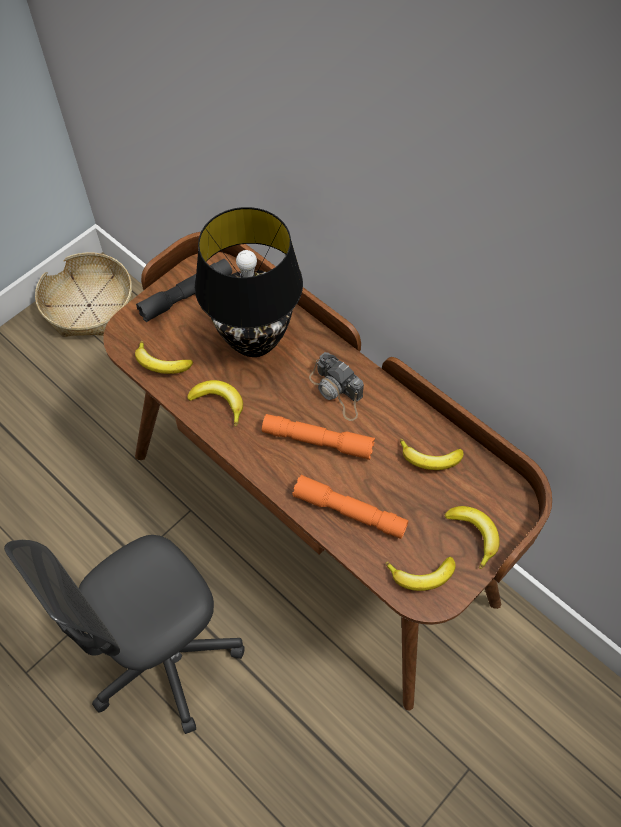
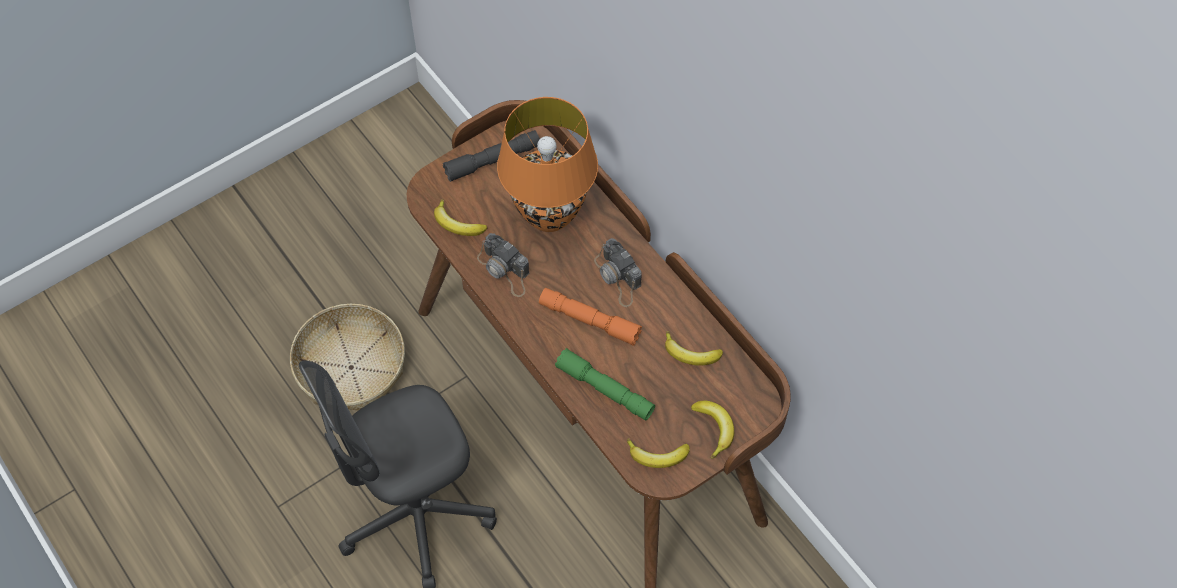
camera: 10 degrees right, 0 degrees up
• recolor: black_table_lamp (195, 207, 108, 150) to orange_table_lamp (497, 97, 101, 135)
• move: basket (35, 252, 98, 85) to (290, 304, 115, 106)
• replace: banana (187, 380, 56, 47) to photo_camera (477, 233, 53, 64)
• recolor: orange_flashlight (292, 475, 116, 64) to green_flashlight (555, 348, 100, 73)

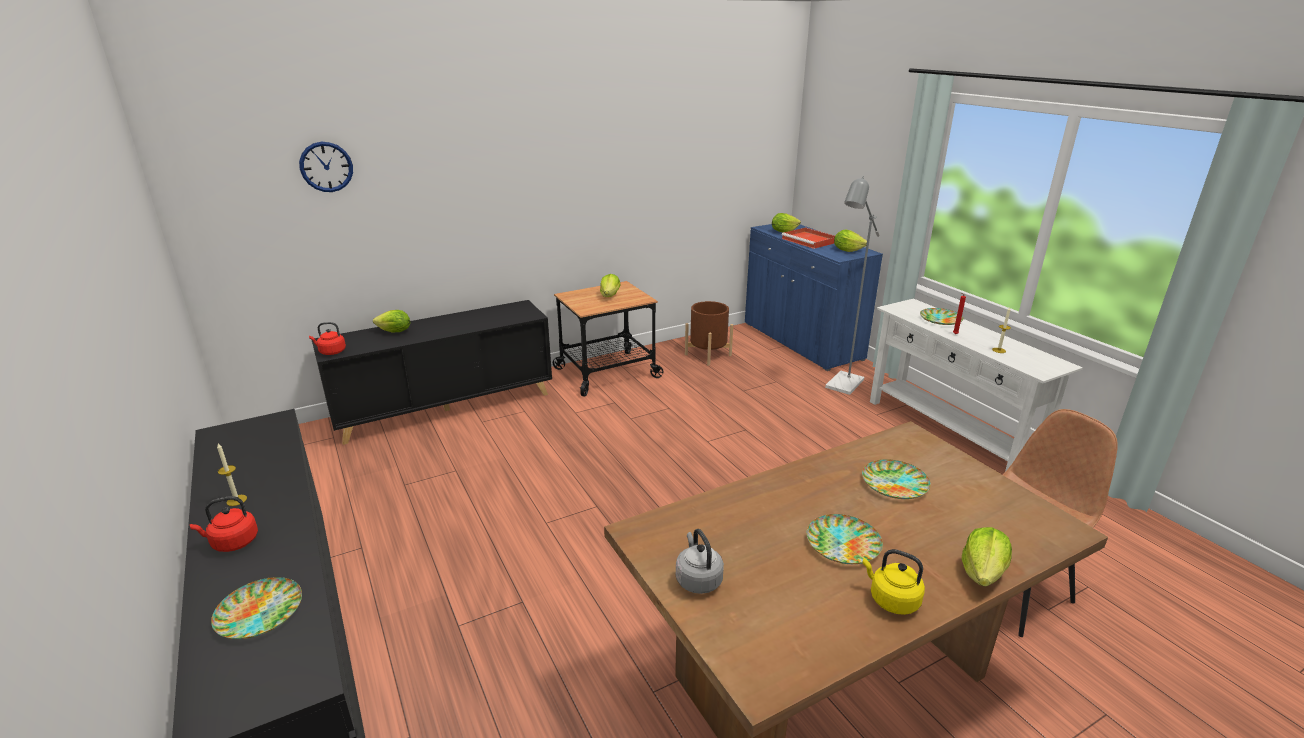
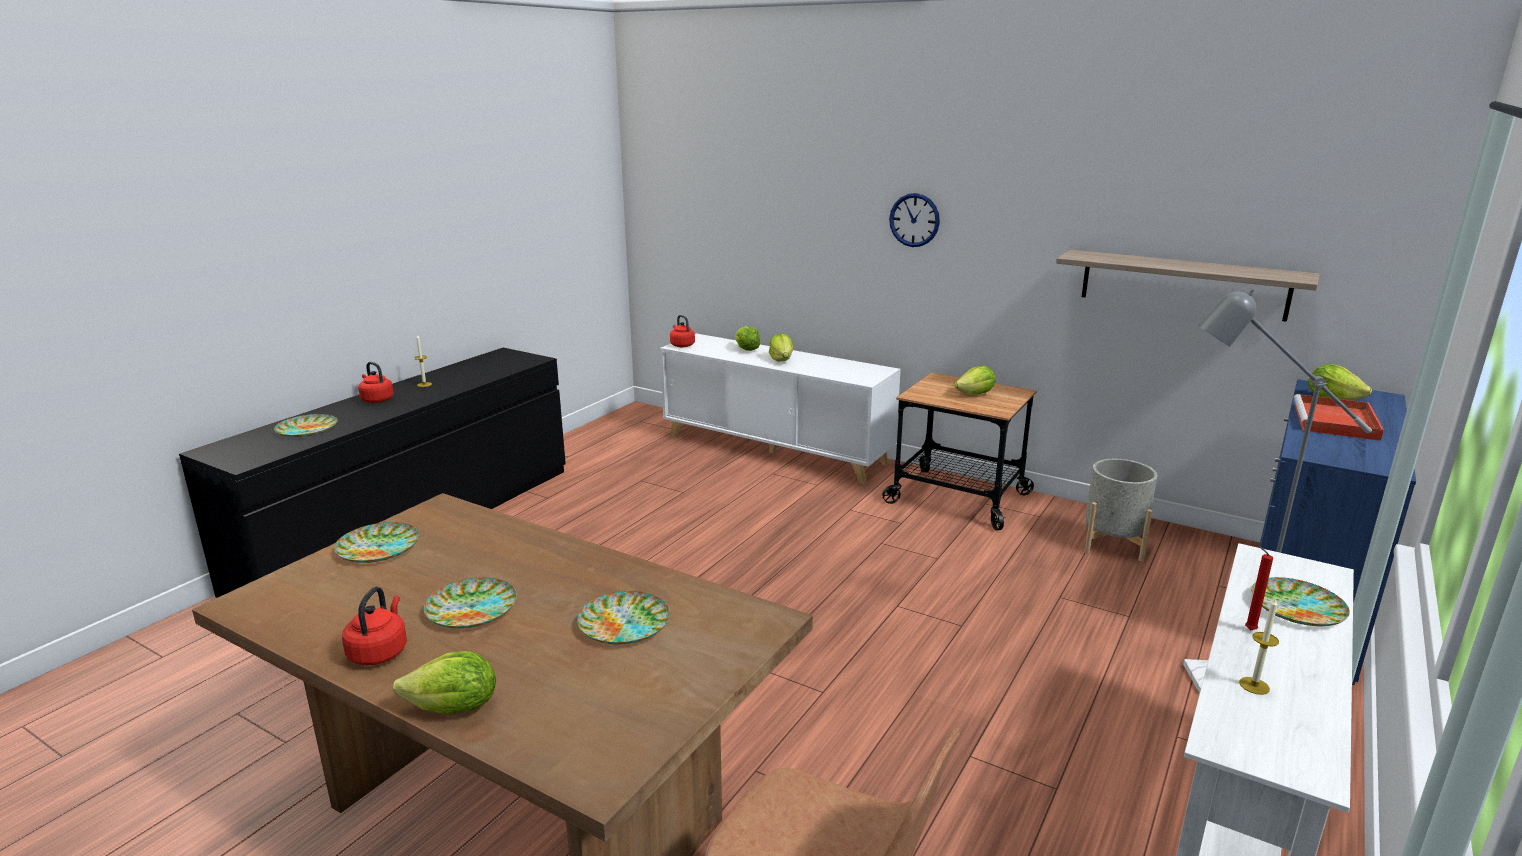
camera: 60 degrees right, 5 degrees down
• move: wall_clock (299, 142, 54, 50) to (889, 193, 51, 54)
• move: lettuce (834, 230, 33, 22) to (769, 333, 24, 29)
• recolor: black_cabinet (311, 300, 241, 145) to white_cabinet (660, 333, 241, 151)
• recolor: brown_planter (685, 301, 48, 65) to grey_planter (1084, 459, 74, 103)
• replace: grey_kettle (676, 529, 48, 65) to plate (334, 522, 85, 41)
• recolor: yellow_kettle (862, 549, 63, 66) to red_kettle (342, 587, 65, 78)
• insert: shelf (1056, 250, 264, 72)

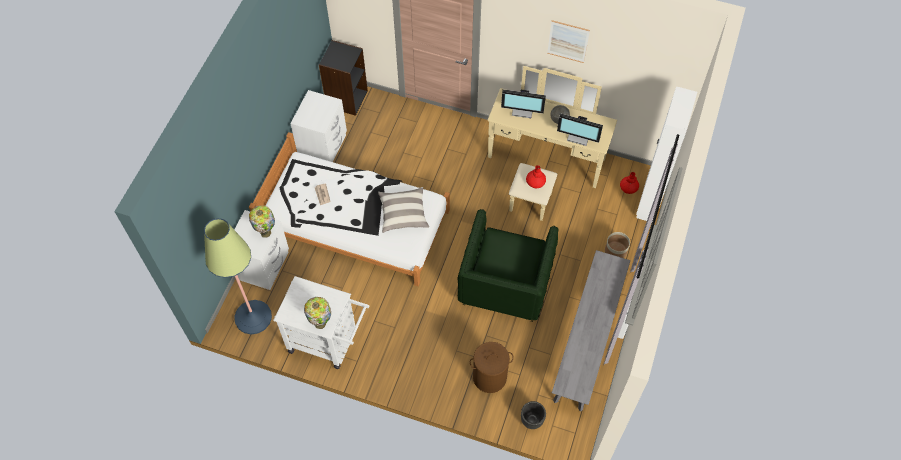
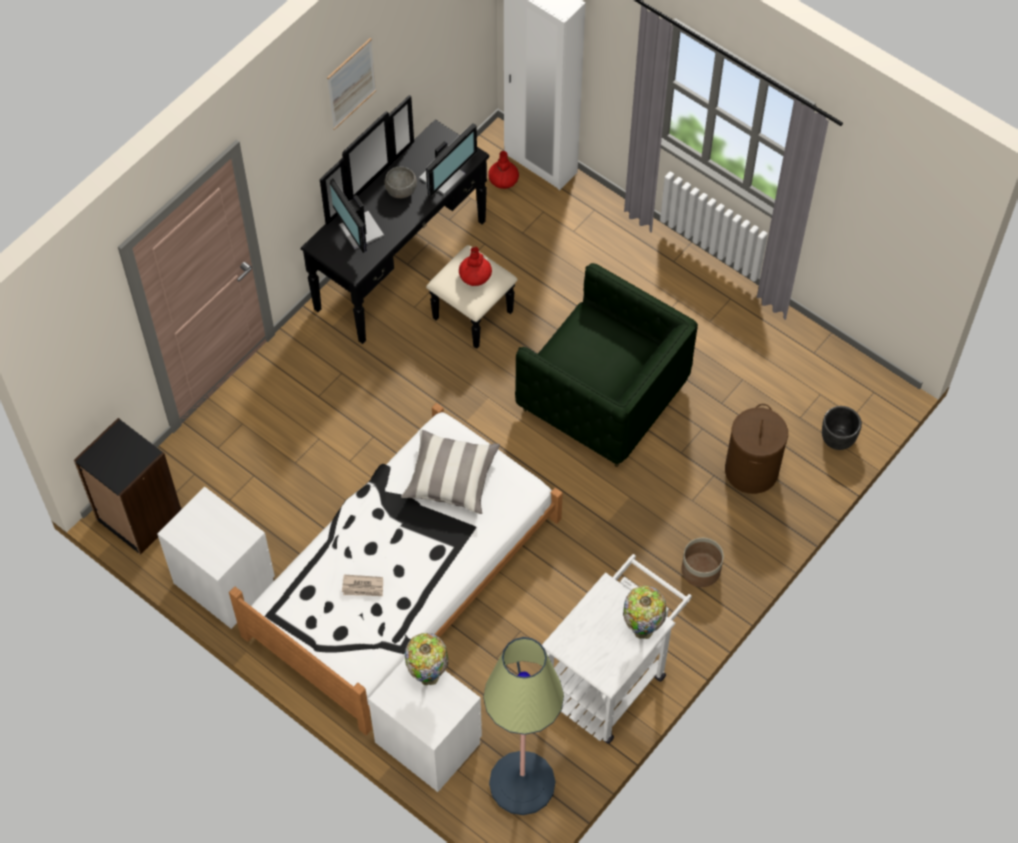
camera: 70 degrees left, 0 degrees up
• recolor: beige_dresser (488, 66, 129, 155) to black_dresser (301, 95, 217, 254)
• rotate: monitor (501, 89, 45, 29) = (330, 178, 54, 75) 120 degrees clockwise
• move: planter (605, 232, 25, 26) to (681, 538, 43, 49)
• delete: grey_bench (552, 250, 78, 162)

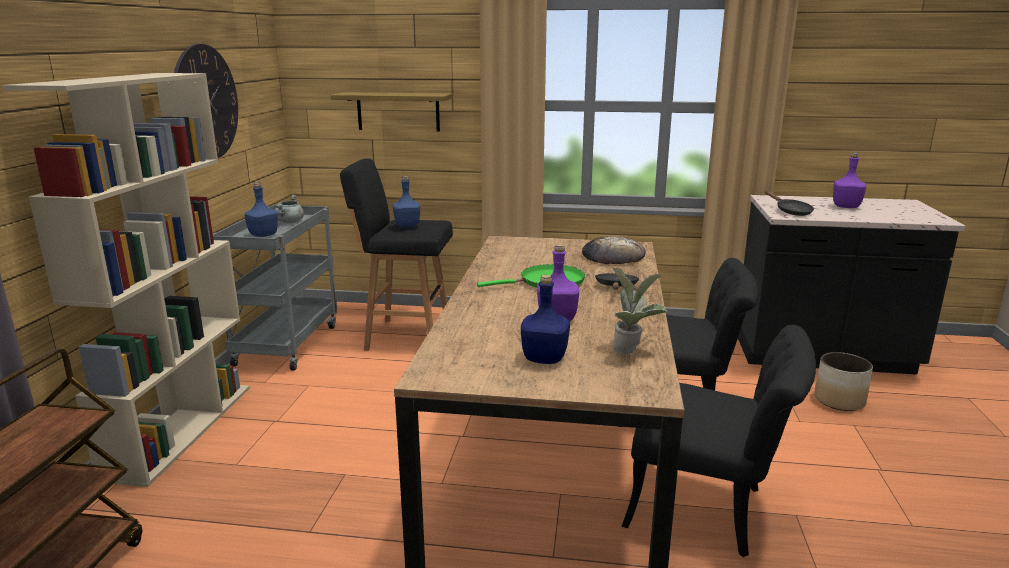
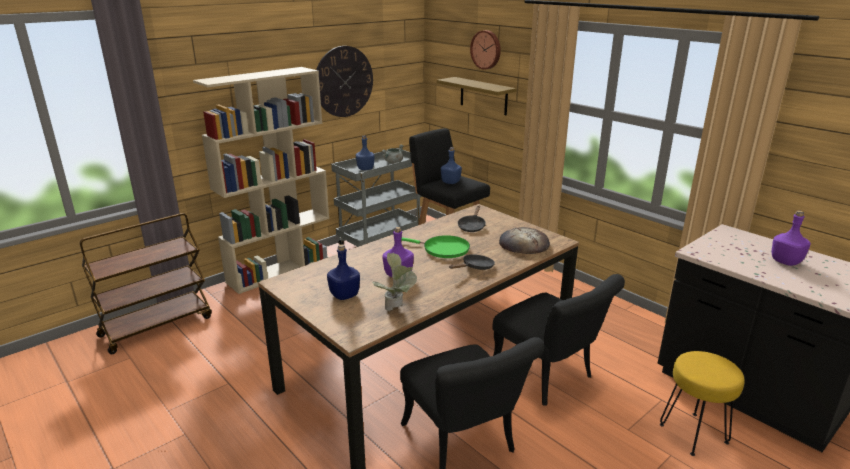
camera: 40 degrees right, 5 degrees up
• move: black_frying_pan (765, 191, 49, 25) to (458, 206, 28, 26)
• replace: planter (814, 352, 59, 59) to yellow_stool (660, 351, 85, 105)
• insert: wall_clock (470, 30, 31, 40)

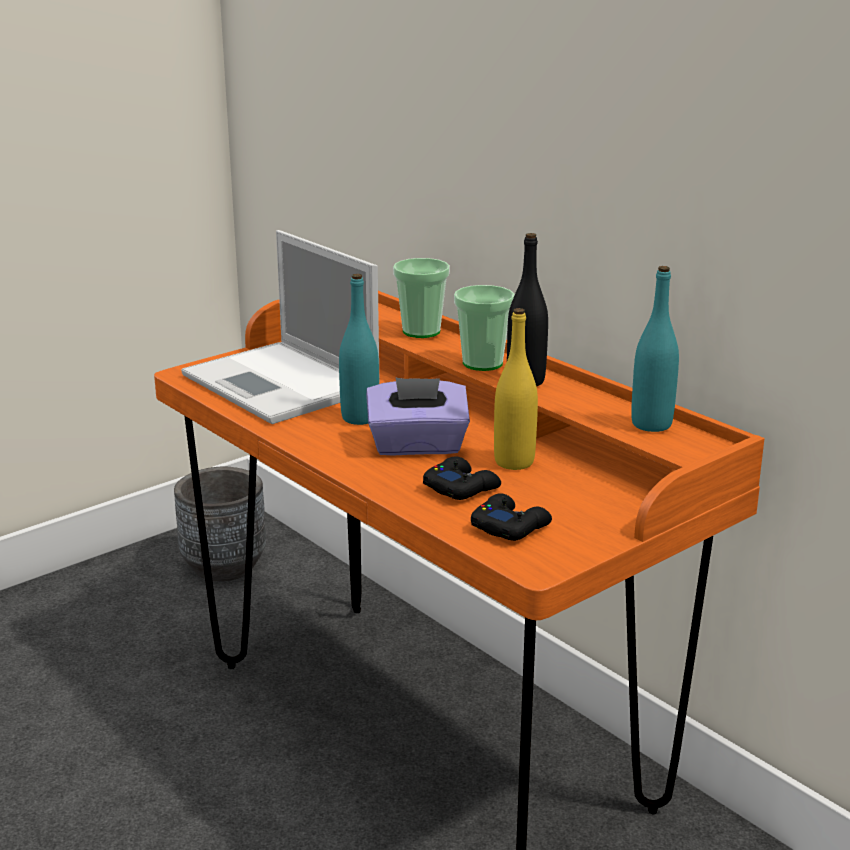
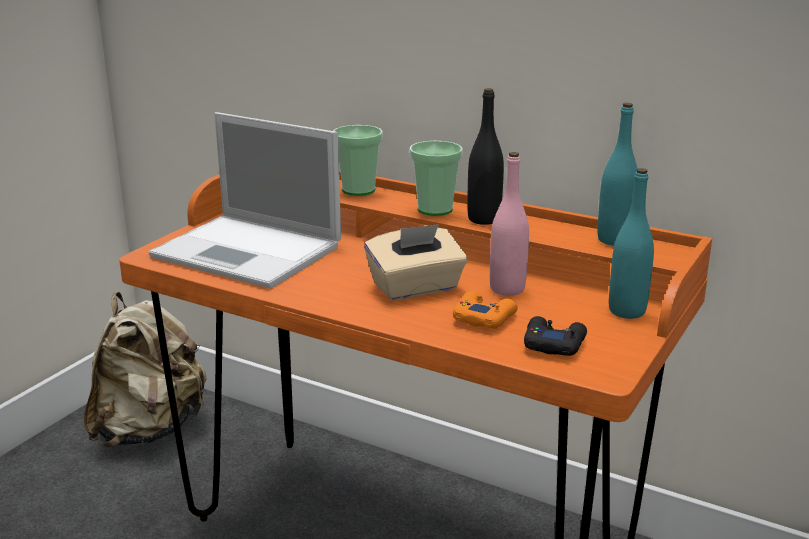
camera: 20 degrees left, 0 degrees up
• move: turquoise_bottle (339, 274, 40, 151) to (609, 168, 45, 151)
• recolor: yellow_bottle (494, 308, 44, 162) to pink_bottle (490, 152, 39, 144)
• recolor: purple_tissue_box (366, 378, 104, 78) to beige_tissue_box (364, 224, 103, 77)
• recolor: black_game_controller (423, 457, 78, 43) to orange_game_controller (453, 291, 65, 38)
• replace: grey_planter (174, 467, 92, 114) to beige_backpack (84, 292, 122, 155)

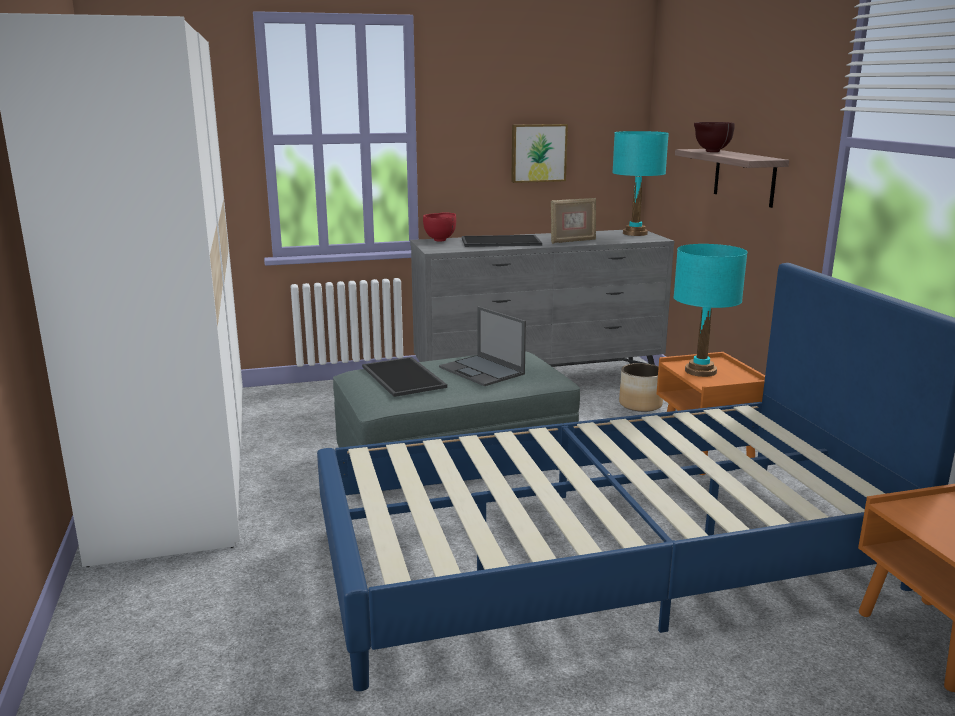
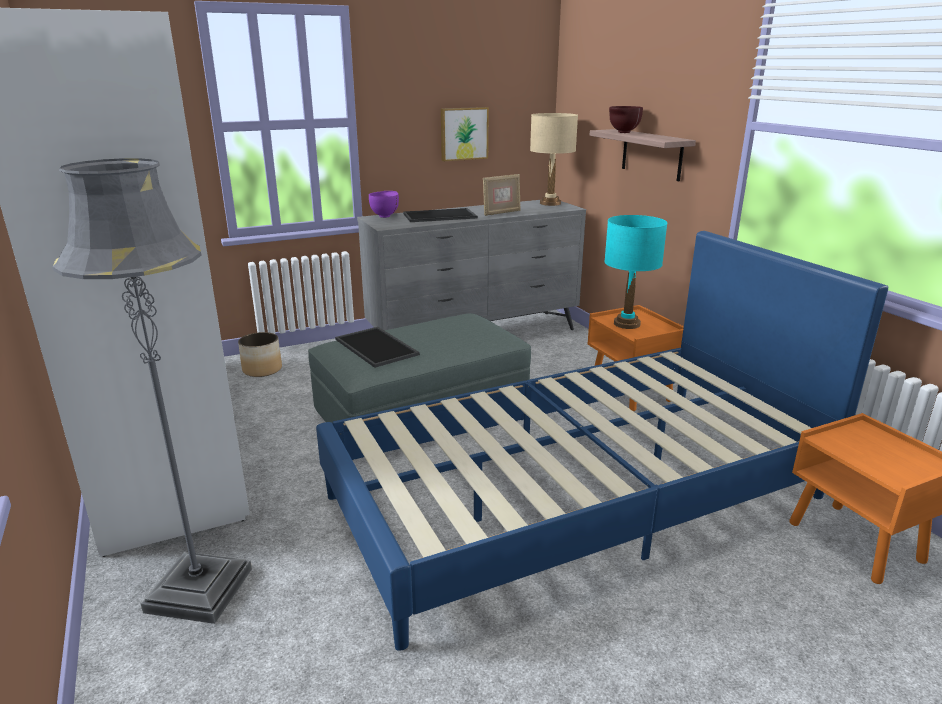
camera: 10 degrees left, 5 degrees up
• recolor: turquoise_table_lamp (612, 131, 57, 105) to beige_table_lamp (530, 113, 48, 93)
• recolor: red_bowl (423, 212, 33, 30) to purple_bowl (369, 191, 30, 27)
• delete: laptop (439, 306, 87, 80)
• move: planter (619, 363, 44, 49) to (238, 332, 44, 45)
• insert: grey_floor_lamp (52, 158, 200, 466)

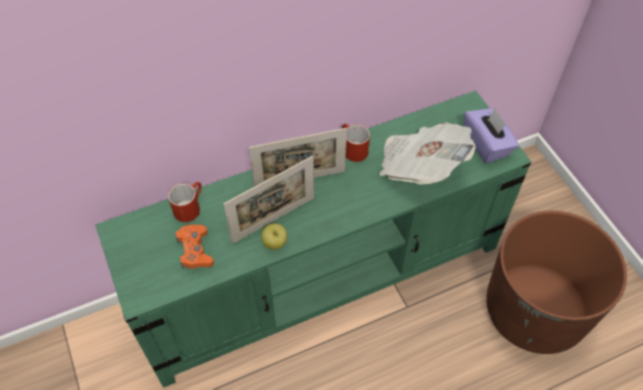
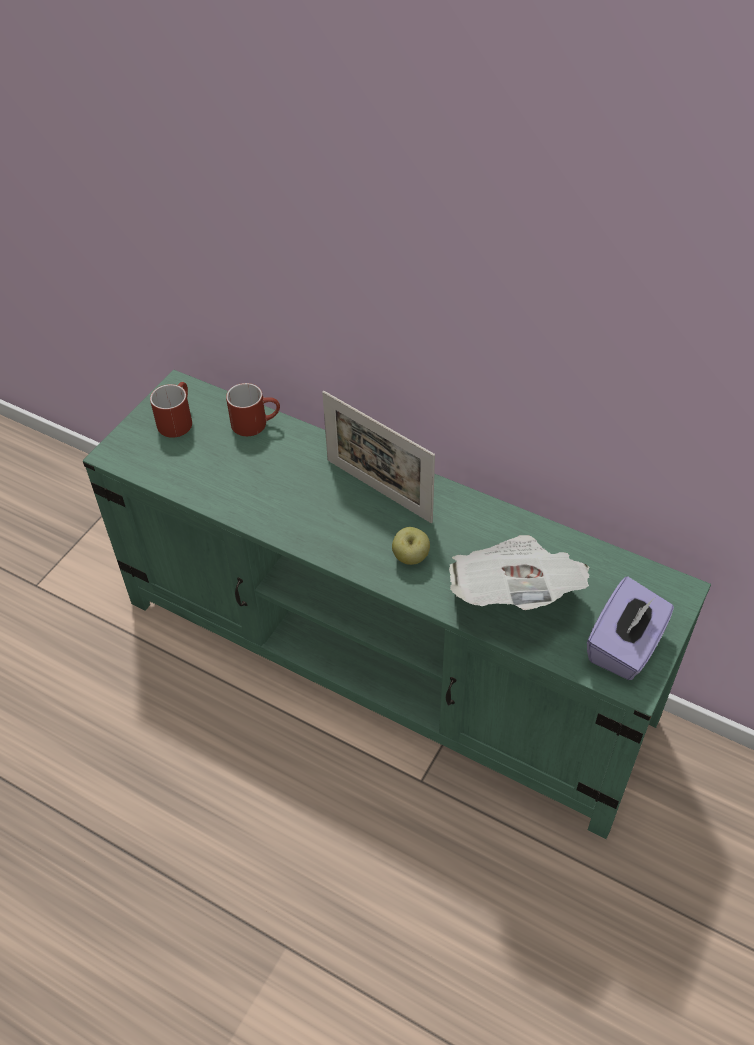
camera: 55 degrees right, 5 degrees down
• move: red_mug (342, 124, 28, 38) to (150, 382, 42, 56)
• delete: picture_frame (223, 156, 91, 88)
• delete: brown_planter (486, 211, 141, 143)
• move: apple (261, 223, 27, 27) to (392, 527, 38, 38)
• delete: orange_game_controller (175, 224, 39, 45)

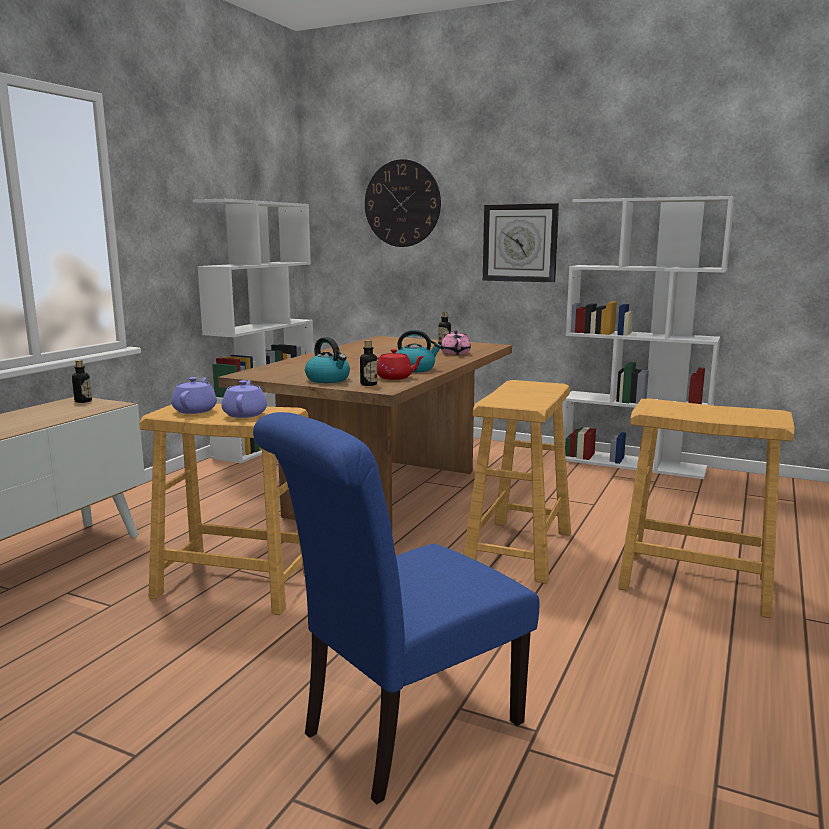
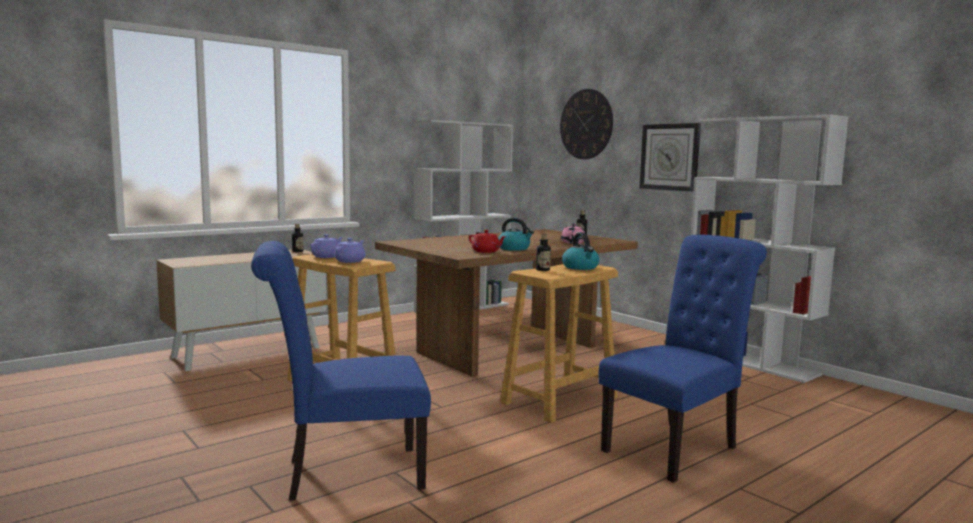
camera: 25 degrees right, 5 degrees down
• move: kettle (305, 337, 45, 46) to (562, 232, 38, 38)
• move: bottle (360, 340, 17, 46) to (536, 234, 15, 37)
• replace: beige_stool (618, 399, 177, 219) to blue_chair (599, 235, 168, 248)

